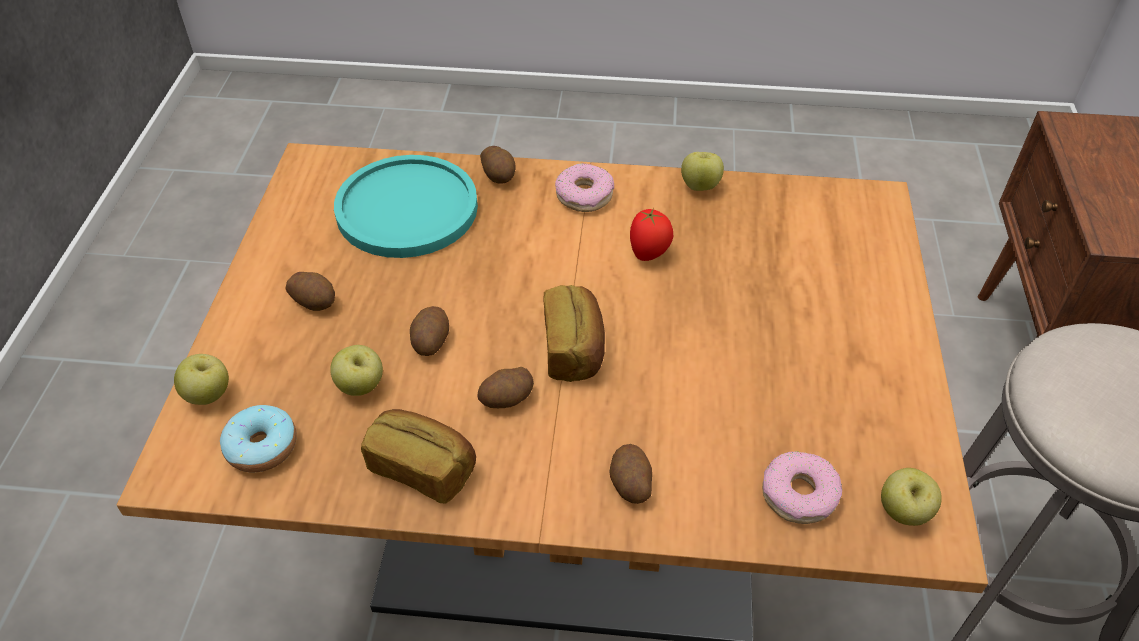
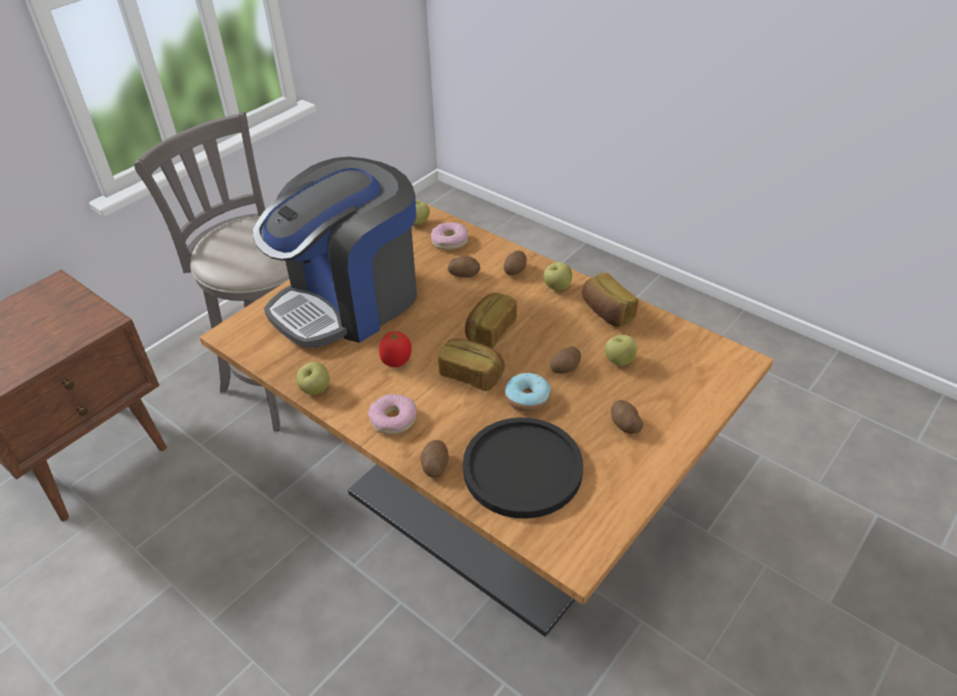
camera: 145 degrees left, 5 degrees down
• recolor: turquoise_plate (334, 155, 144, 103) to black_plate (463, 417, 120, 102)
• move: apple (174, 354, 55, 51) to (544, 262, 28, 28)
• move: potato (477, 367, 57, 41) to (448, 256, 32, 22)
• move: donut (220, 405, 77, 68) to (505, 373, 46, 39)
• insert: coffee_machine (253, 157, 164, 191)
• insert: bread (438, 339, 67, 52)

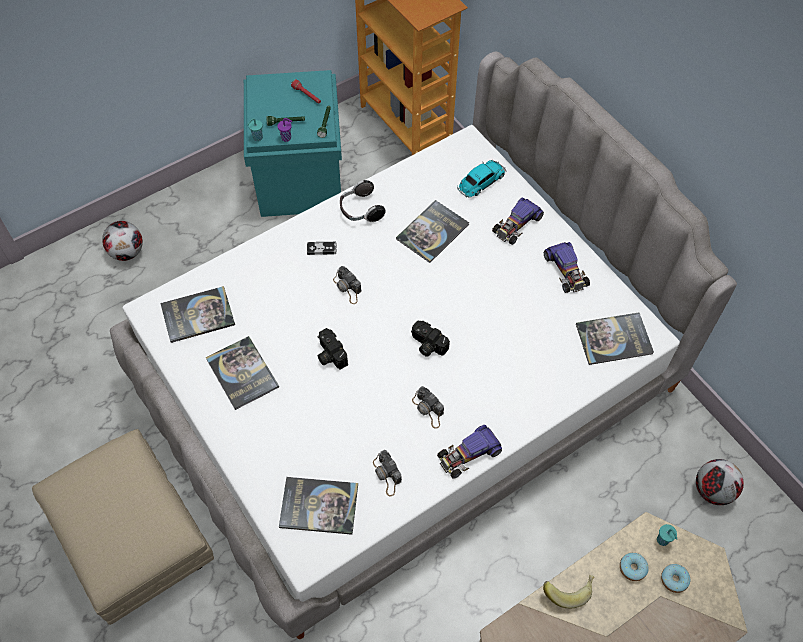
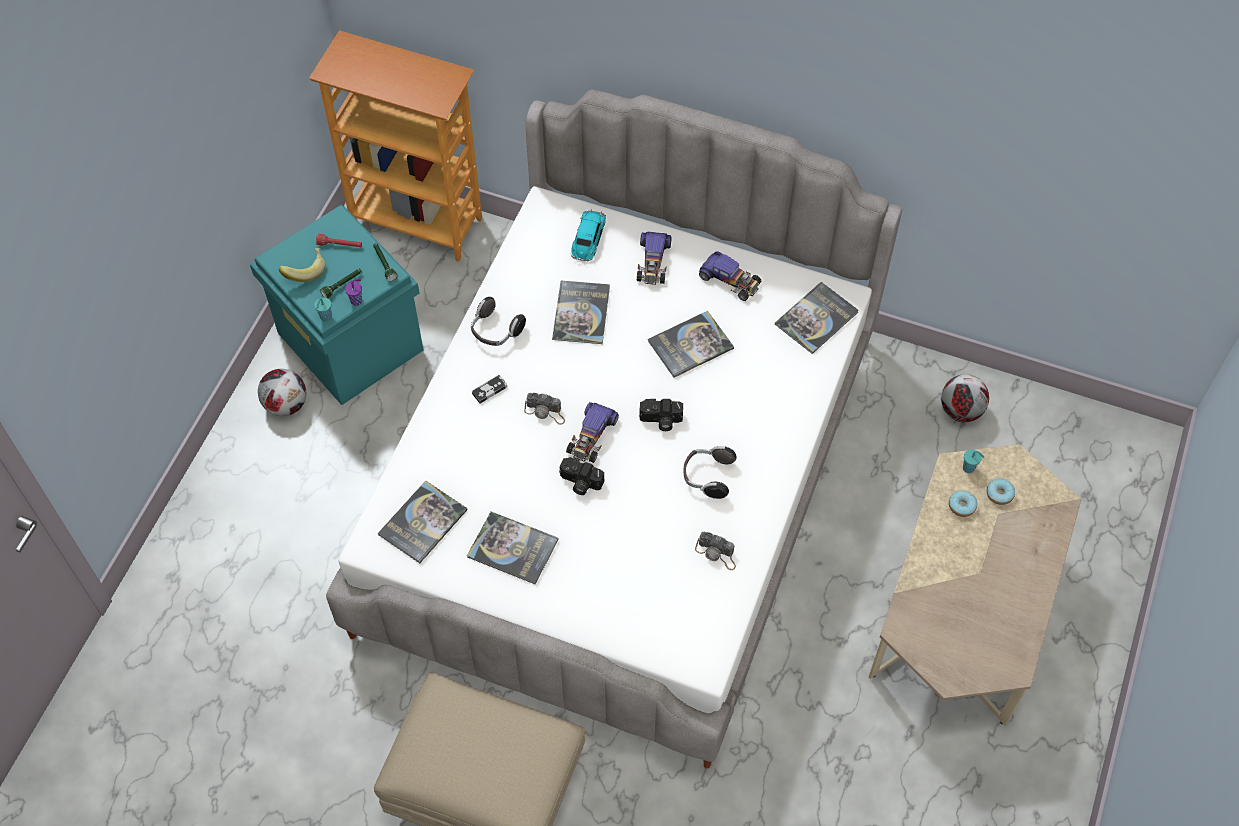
camera: 35 degrees left, 0 degrees up
• move: football (102, 221, 41, 40) to (258, 369, 48, 47)
• replace: photo_camera (412, 386, 32, 43) to headphones (683, 446, 53, 53)
• move: toy_car (437, 425, 65, 54) to (566, 402, 53, 61)
• move: book (279, 477, 79, 58) to (648, 311, 86, 67)
• move: banana (543, 575, 52, 33) to (279, 248, 47, 34)

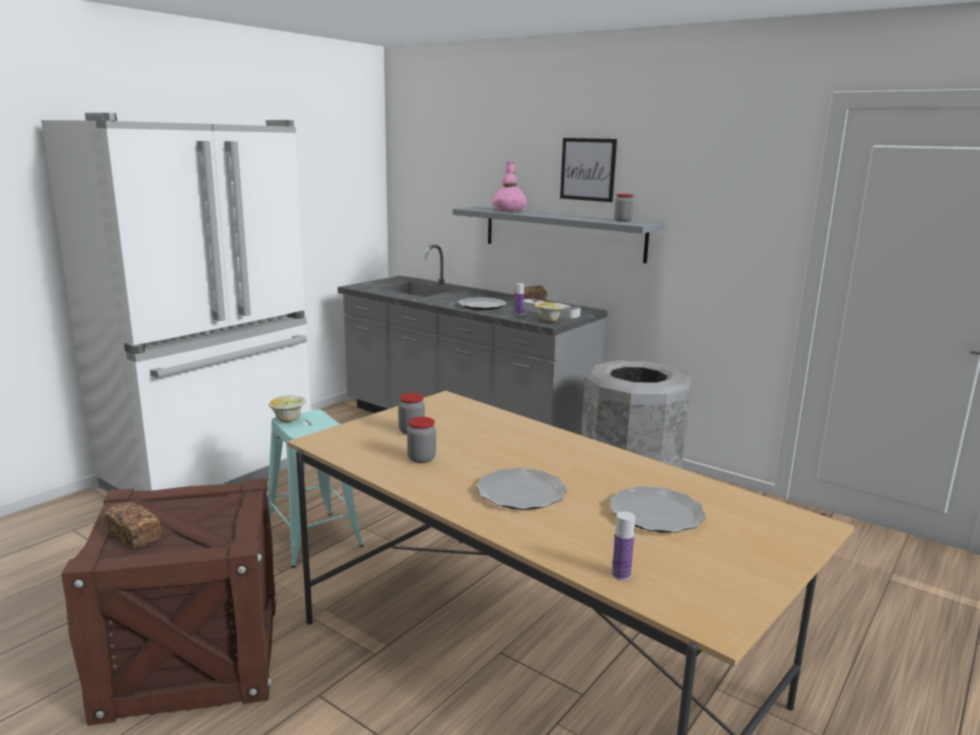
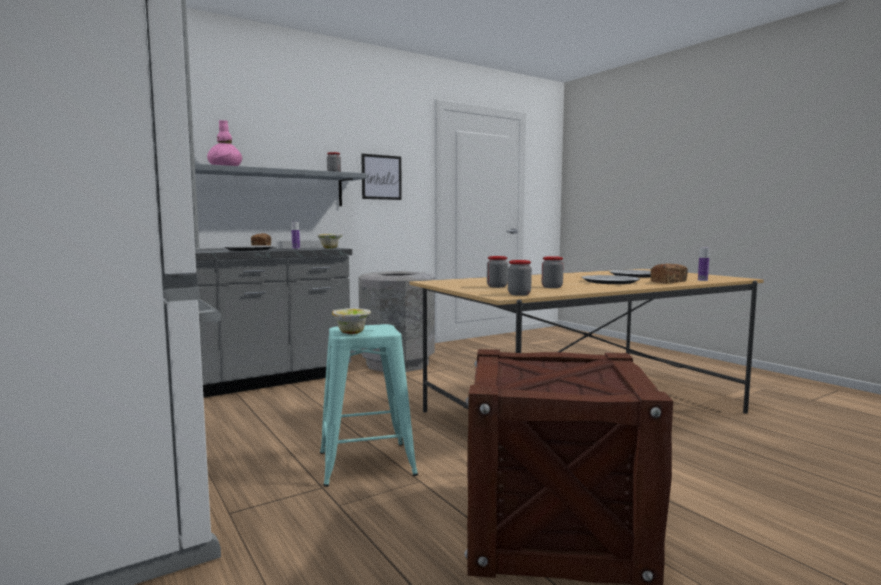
camera: 70 degrees left, 10 degrees down
• move: picture (560, 138, 57, 64) to (361, 154, 41, 46)
• move: bread (104, 502, 57, 46) to (650, 264, 38, 19)
• insert: jar (508, 260, 24, 36)

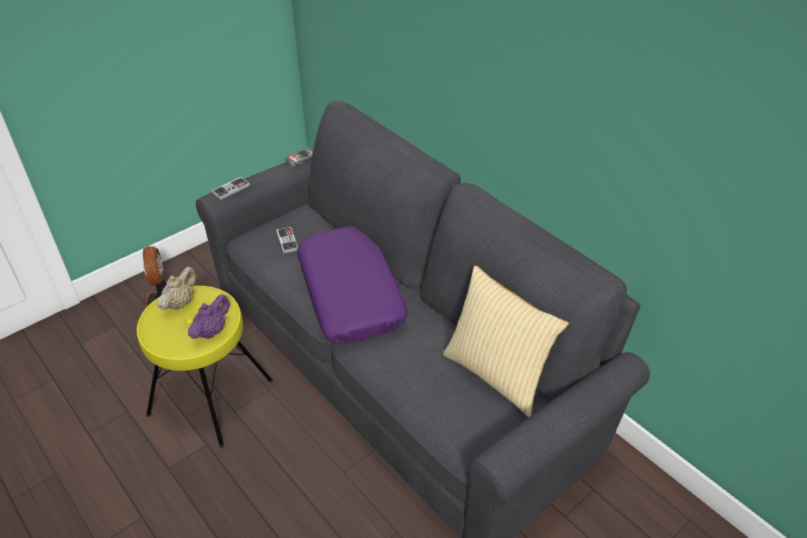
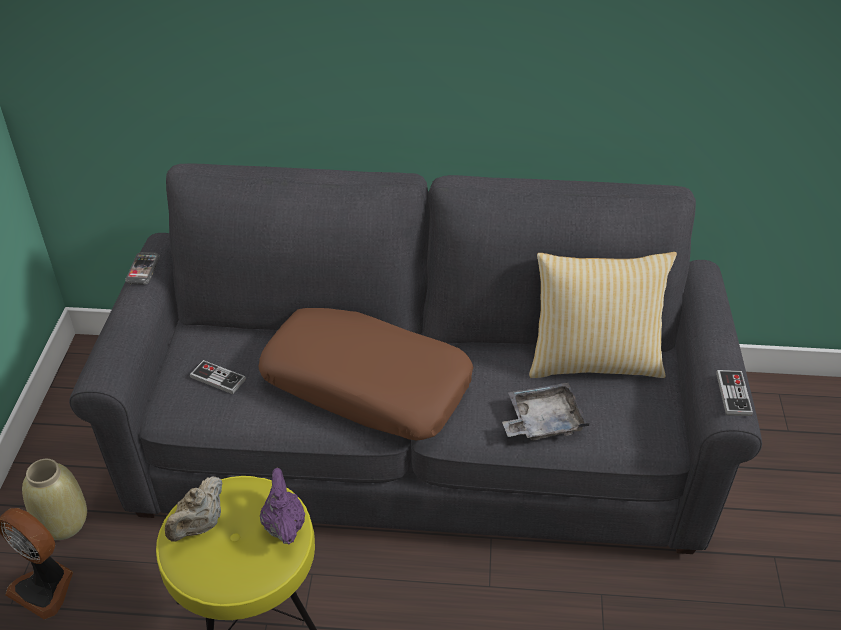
camera: 45 degrees left, 0 degrees up
• move: game_controller (211, 177, 39, 23) to (716, 370, 37, 46)
• recolor: purple_pillow (297, 226, 111, 118) to brown_pillow (258, 308, 215, 132)
• rotate: beige_teapot (157, 267, 40, 43) = (165, 476, 58, 66) 135 degrees counterclockwise
• insert: grey_tray (502, 383, 87, 58)
• insert: beige_vase (22, 459, 65, 81)

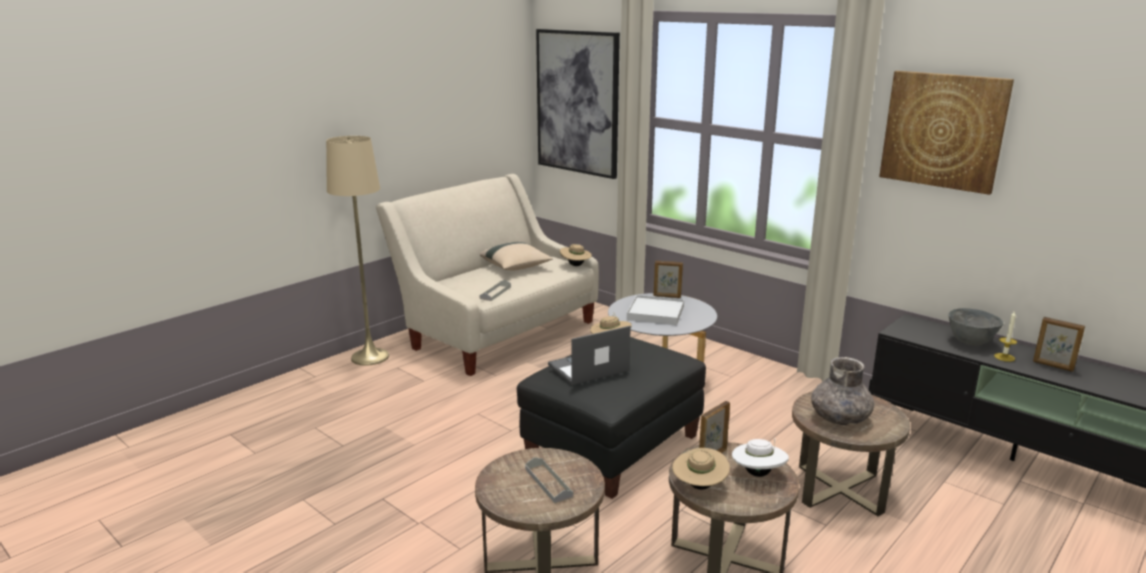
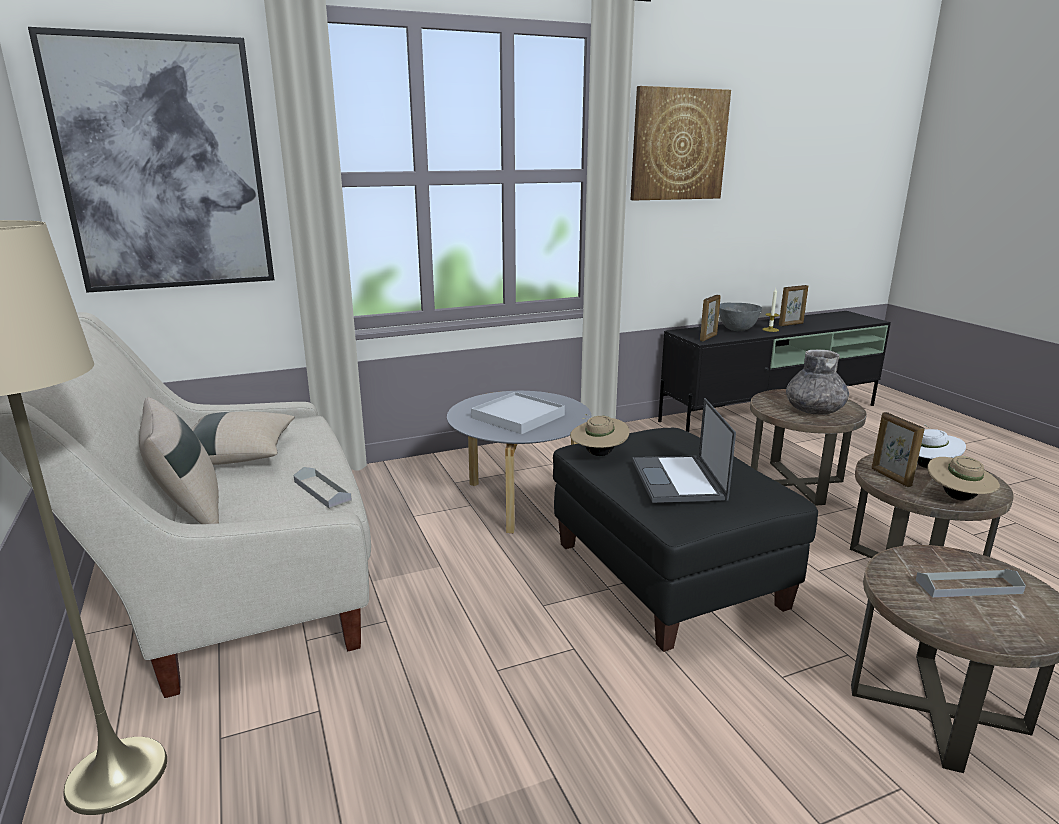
camera: 65 degrees left, 0 degrees up
• delete: beige_hat (560, 244, 32, 22)
• move: picture_frame (653, 260, 30, 38) to (700, 295, 21, 46)
• insert: beige_pillow (139, 397, 80, 127)

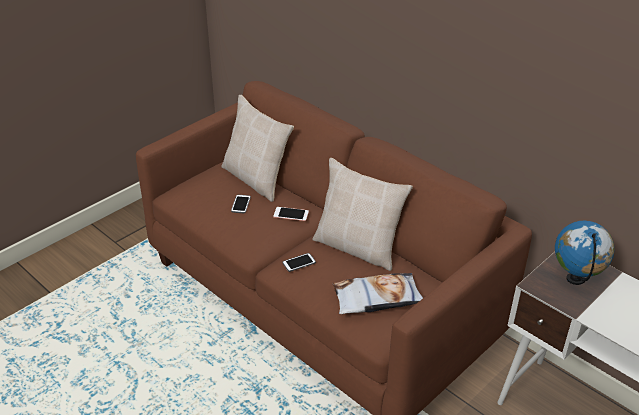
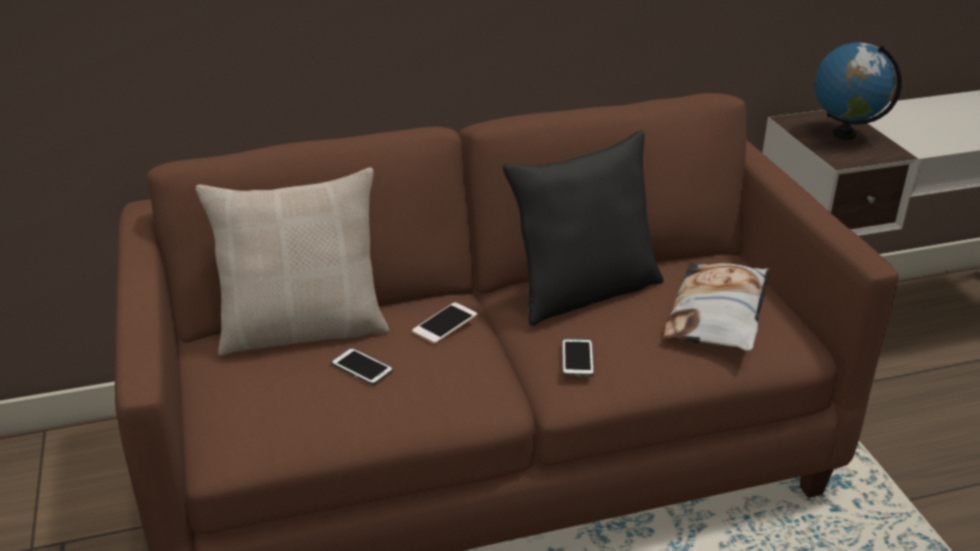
camera: 60 degrees left, 5 degrees down
• recolor: beige_pillow (313, 158, 100, 113) to black_pillow (503, 131, 161, 195)

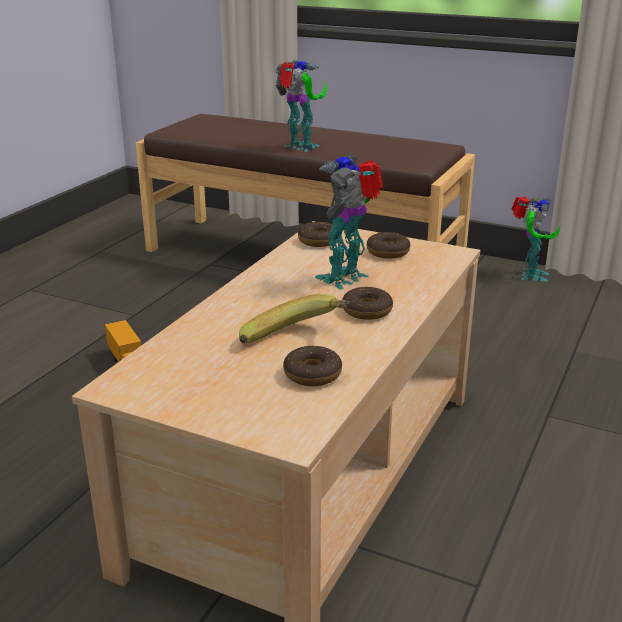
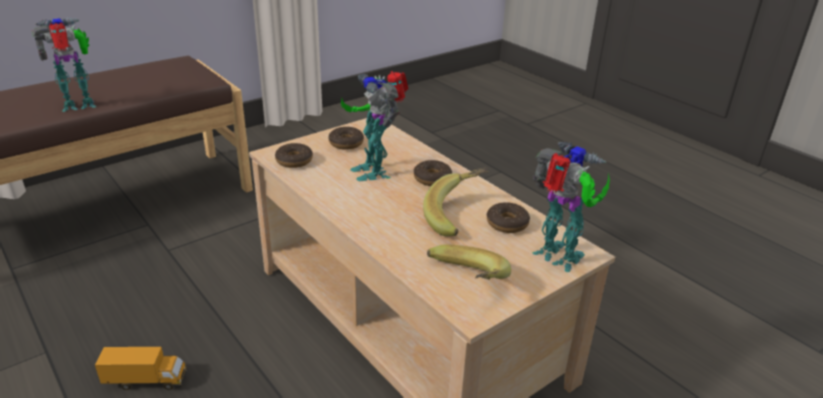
camera: 65 degrees left, 5 degrees up
• move: toy_robot (511, 196, 49, 85) to (532, 142, 78, 130)
• insert: banana (427, 245, 84, 35)

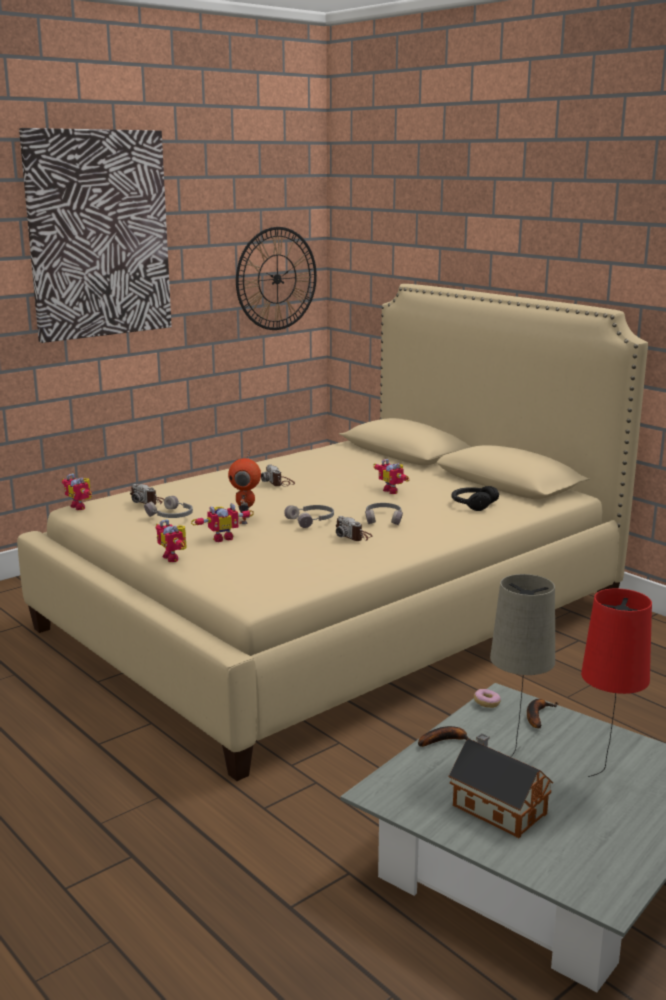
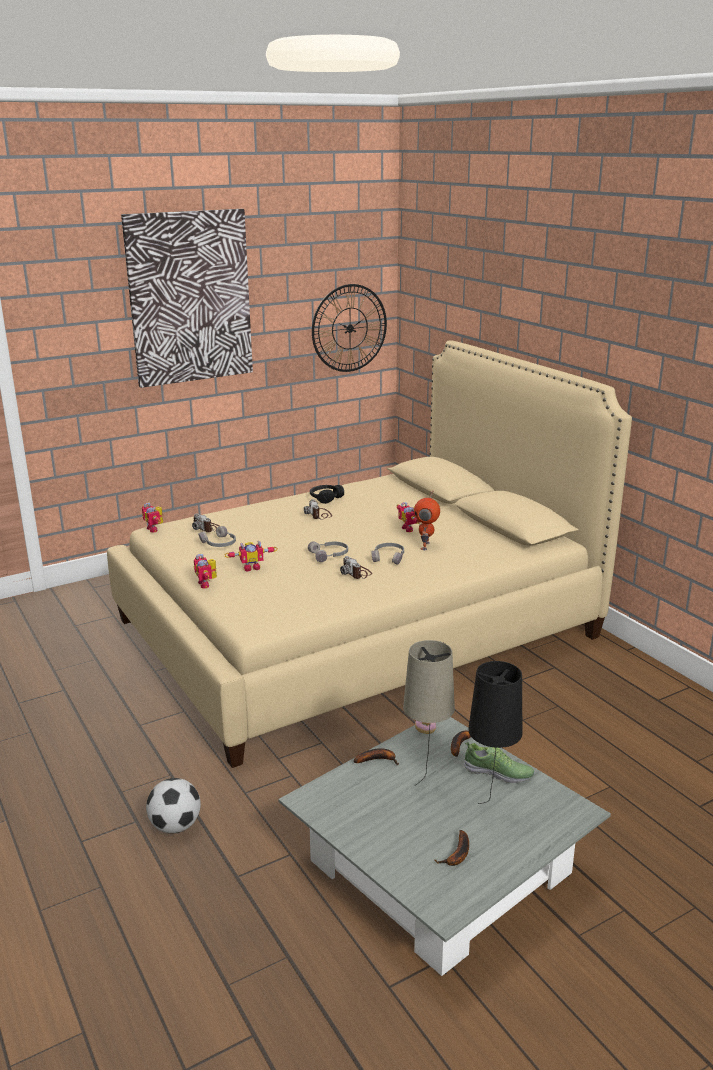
camera: 10 degrees right, 5 degrees up
• move: toy_robot (228, 449, 33, 75) to (414, 491, 26, 59)
• move: black_headphones (452, 486, 47, 25) to (310, 485, 34, 19)
• recolor: red_table_lamp (581, 588, 71, 189) to black_table_lamp (468, 661, 54, 143)
• delete: toy_house (449, 733, 104, 105)
• insert: shoe (464, 742, 70, 41)
• insert: football (146, 778, 55, 55)
• insert: banana (434, 830, 35, 36)

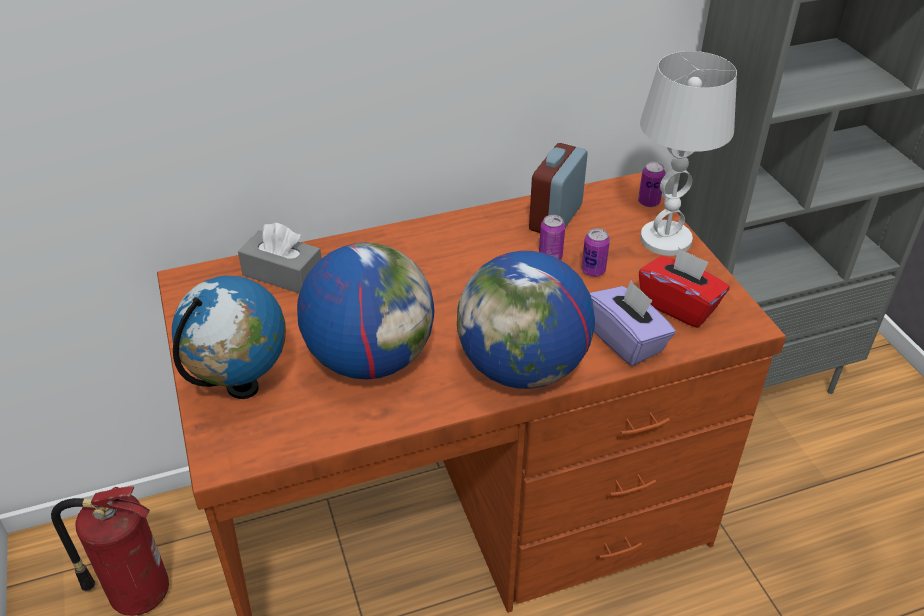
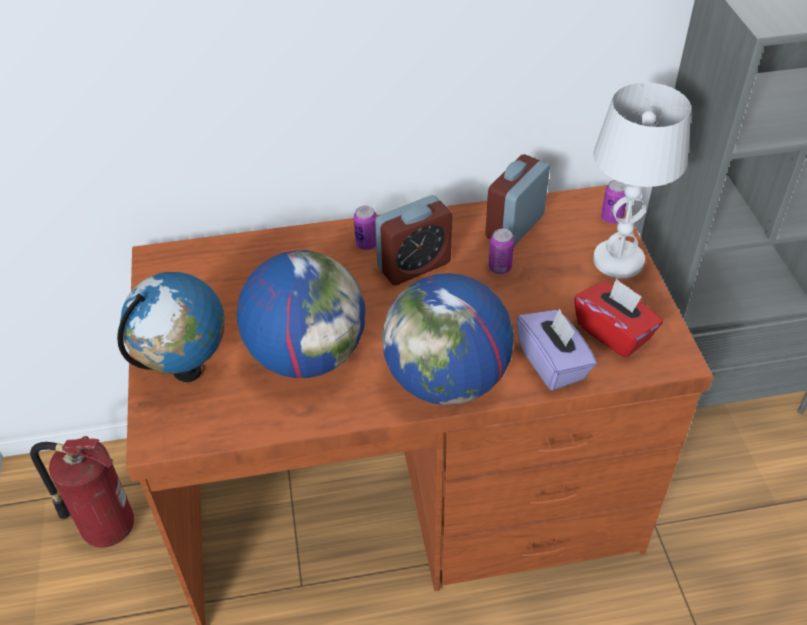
camera: 10 degrees right, 5 degrees up
• delete: grey_tissue_box (238, 223, 84, 70)
• move: can (582, 228, 28, 49) to (354, 205, 23, 45)
• insert: alarm_clock (375, 195, 77, 90)

